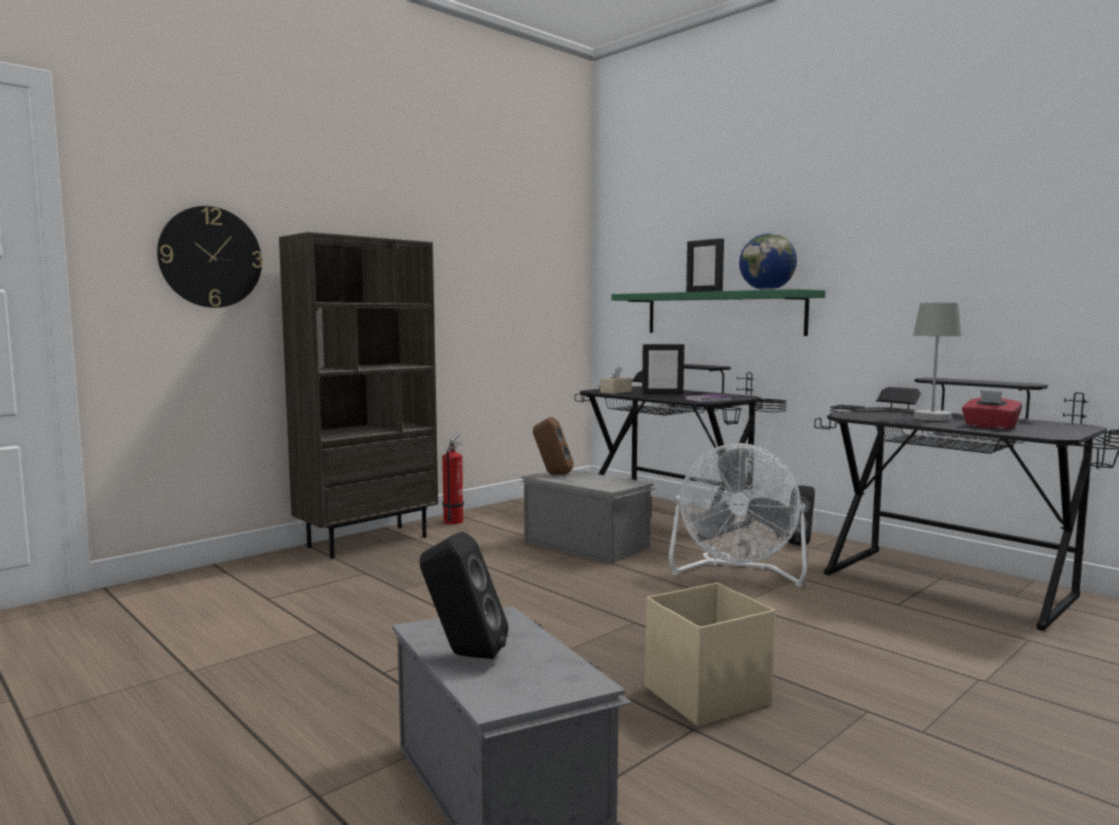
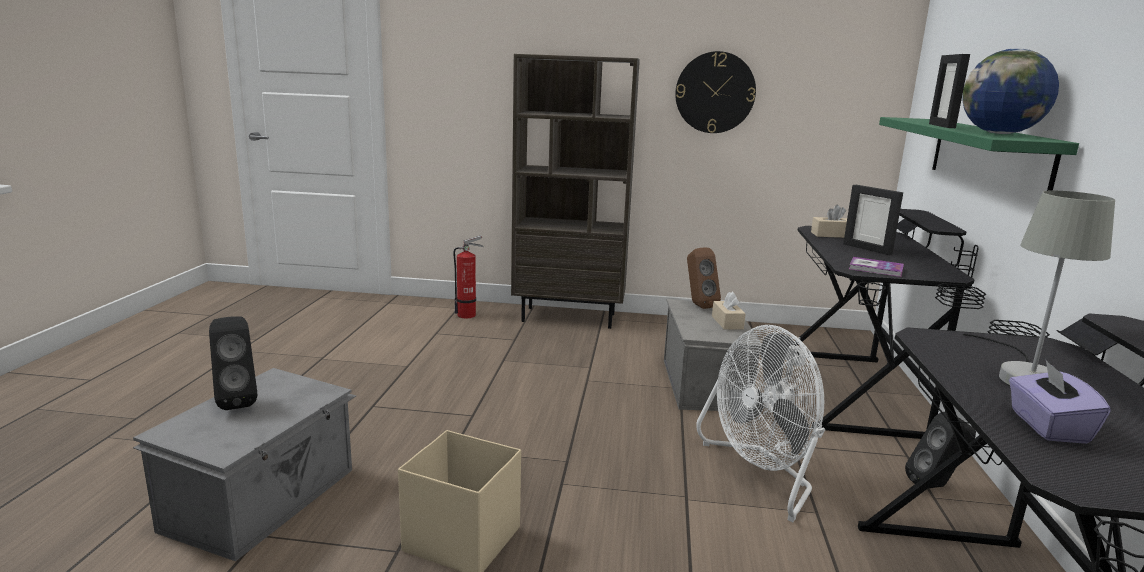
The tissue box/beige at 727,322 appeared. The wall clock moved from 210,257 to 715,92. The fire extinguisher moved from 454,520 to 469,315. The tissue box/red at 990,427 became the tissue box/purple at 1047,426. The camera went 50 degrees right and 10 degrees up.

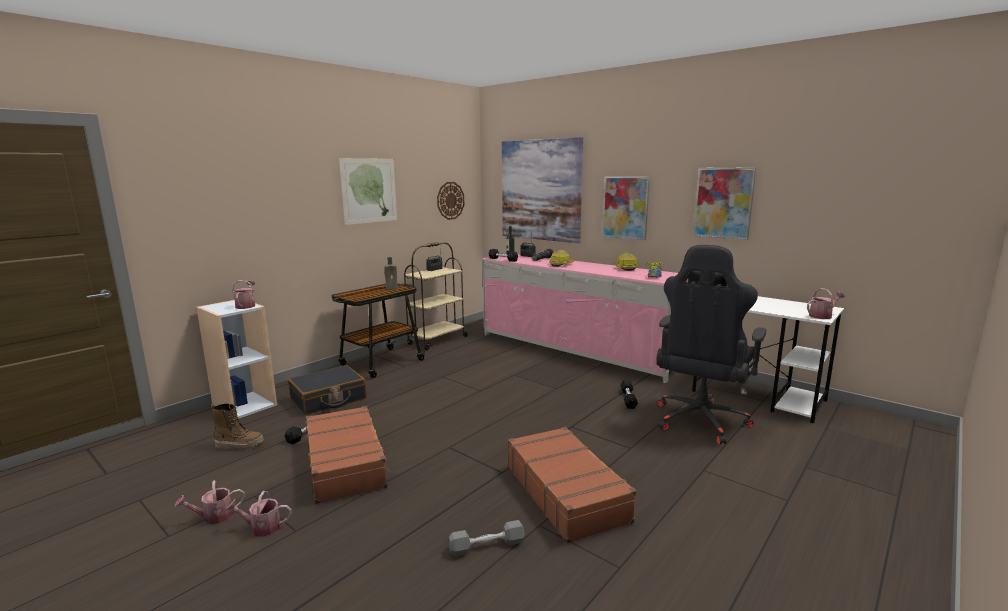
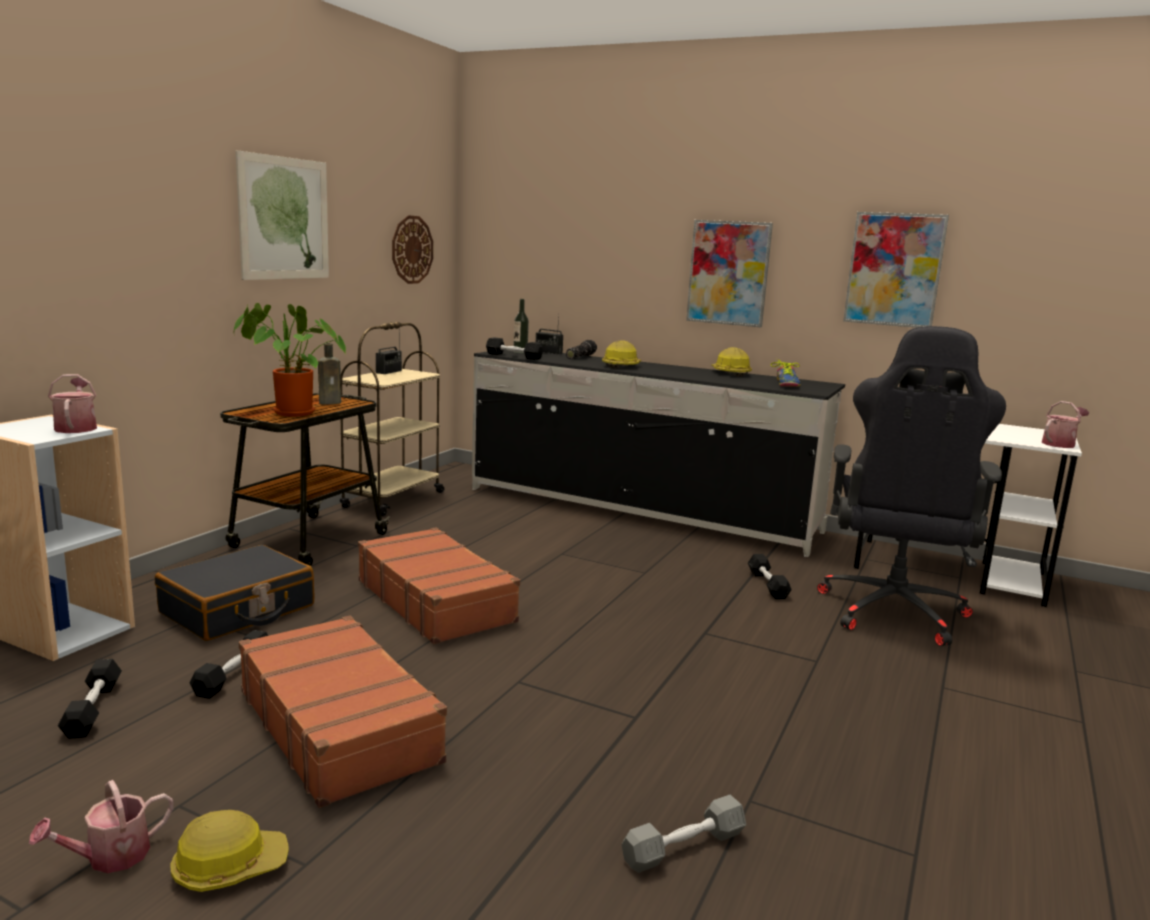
The picture at 540,190 disappeared. The potted plant at 289,413 appeared. The suitcase/brown moved from 566,493 to 436,601. The boot at 239,445 was replaced by the dumbbell/black at 93,709. The watering can at 262,527 was replaced by the hard hat at 229,866. The cabinet/pink at 575,349 became the cabinet/black at 639,509. The camera went 15 degrees left and 0 degrees up.

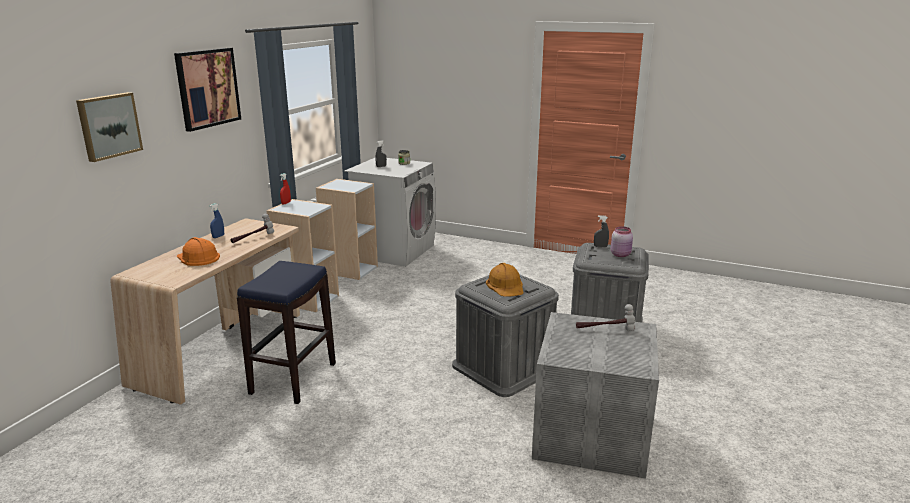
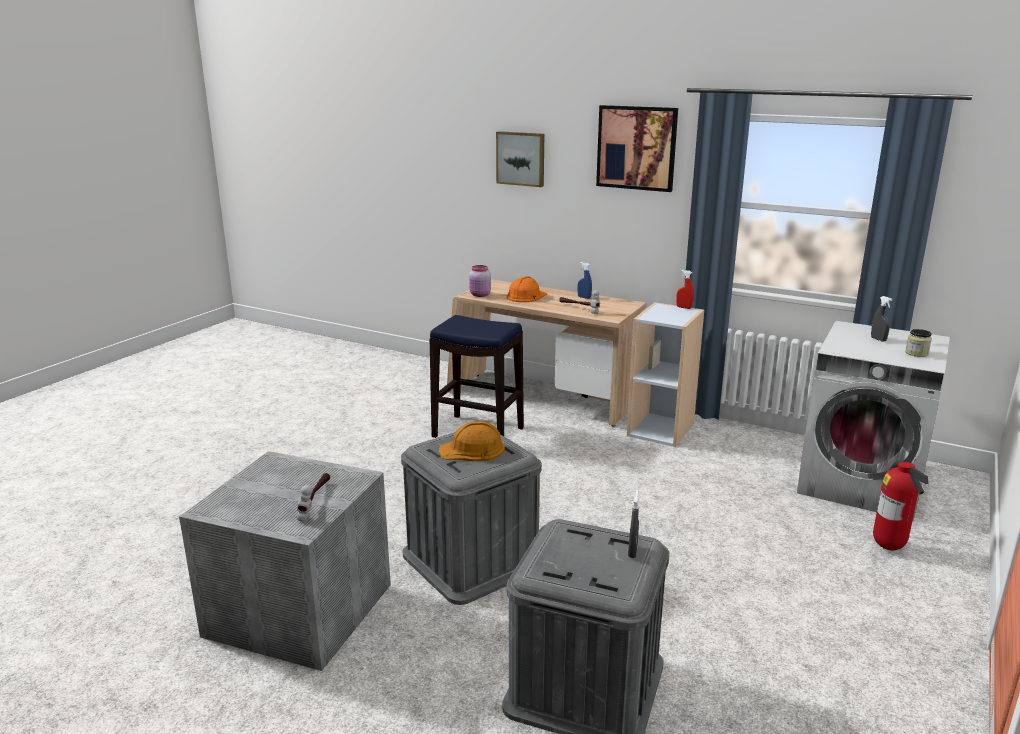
The bookcase at 350,269 disappeared. The fire extinguisher at 889,547 appeared. The jar/pink moved from 621,254 to 480,295. The camera went 95 degrees right and 0 degrees up.

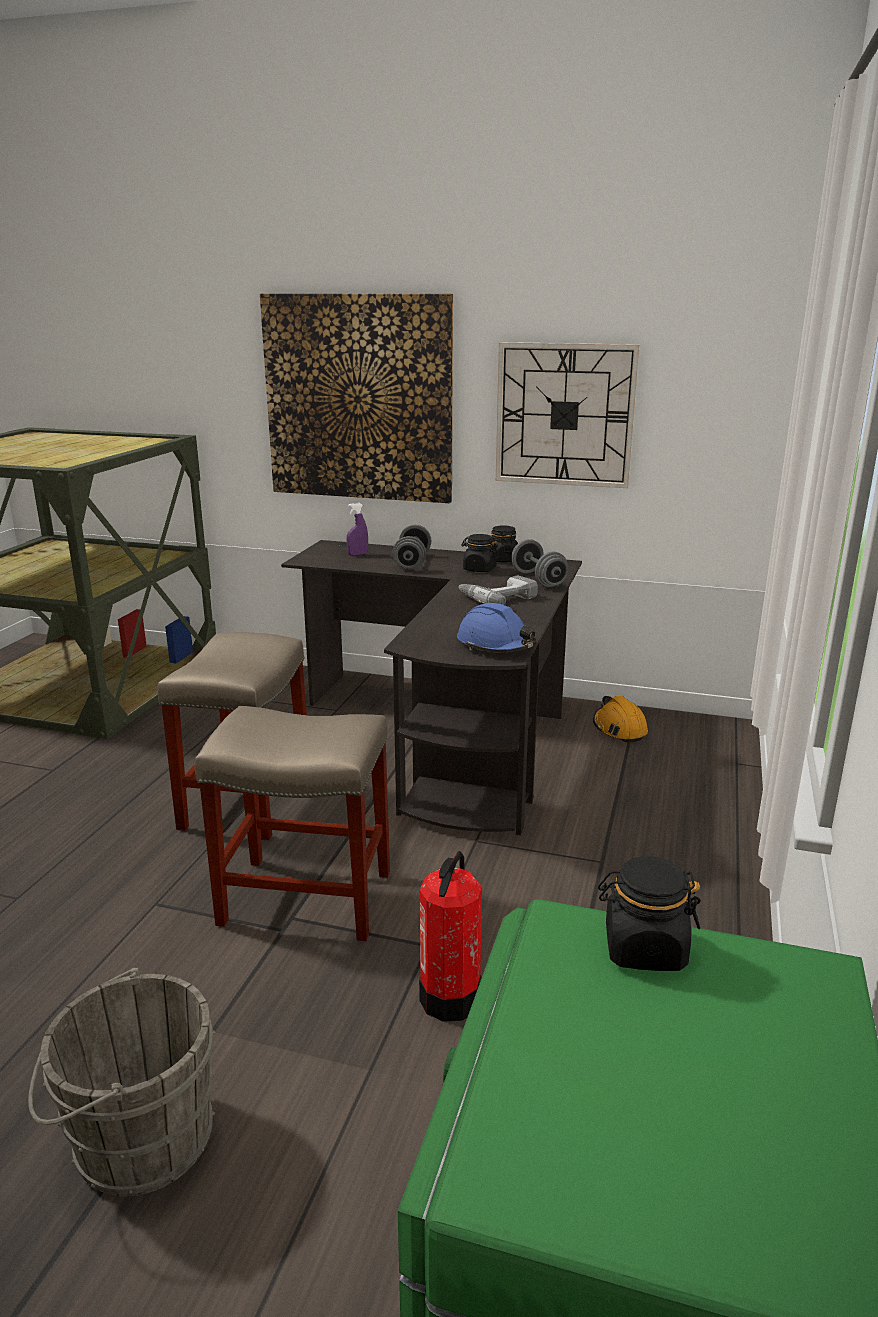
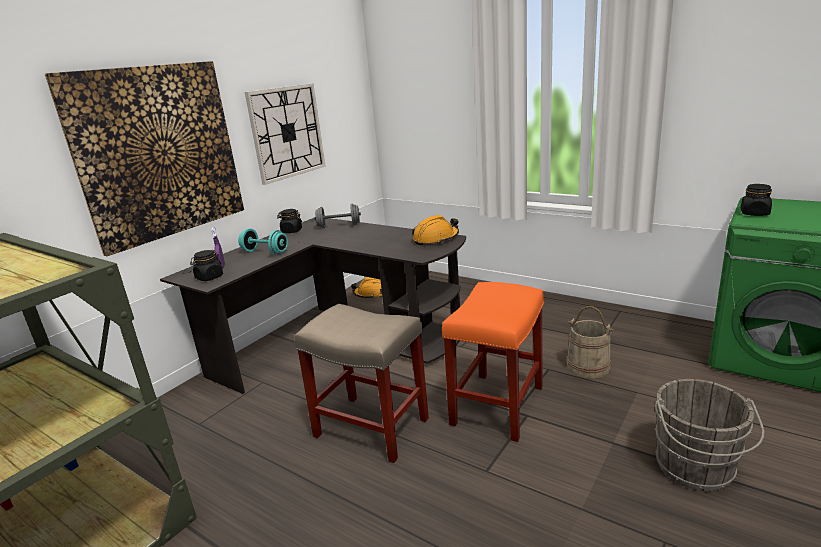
The power drill at 497,597 disappeared. The jar/black moved from 479,569 to 209,277. The fire extinguisher at 451,998 was replaced by the bucket/beige at 588,366. The stool/beige at 303,898 became the stool/orange at 497,406. The dumbbell/grey at 412,562 became the dumbbell/turquoise at 265,252. The hard hat/blue at 496,645 became the hard hat/orange at 436,239. The camera went 70 degrees left and 0 degrees up.

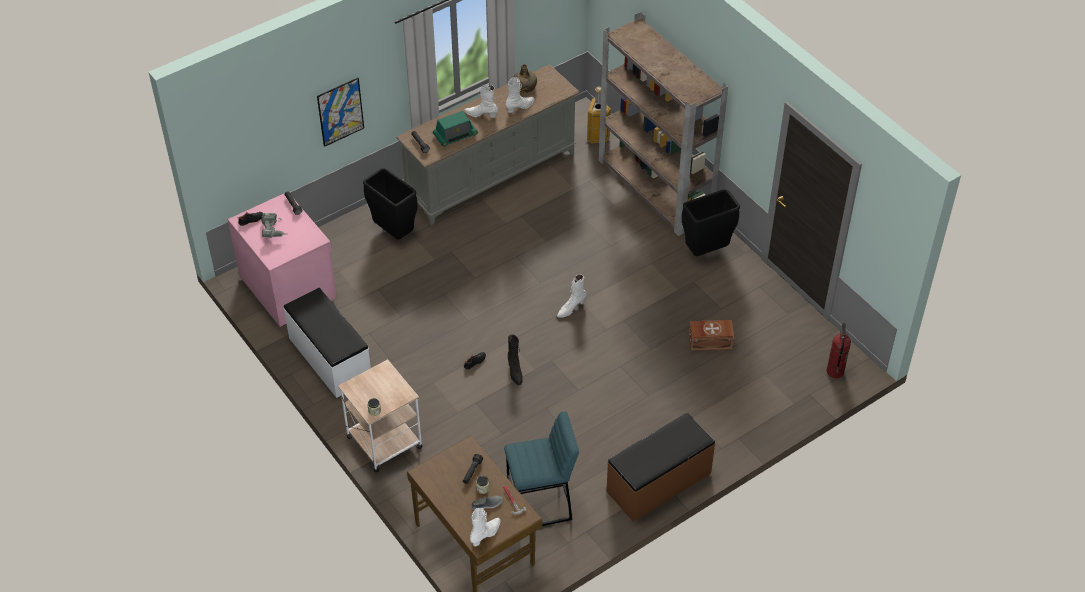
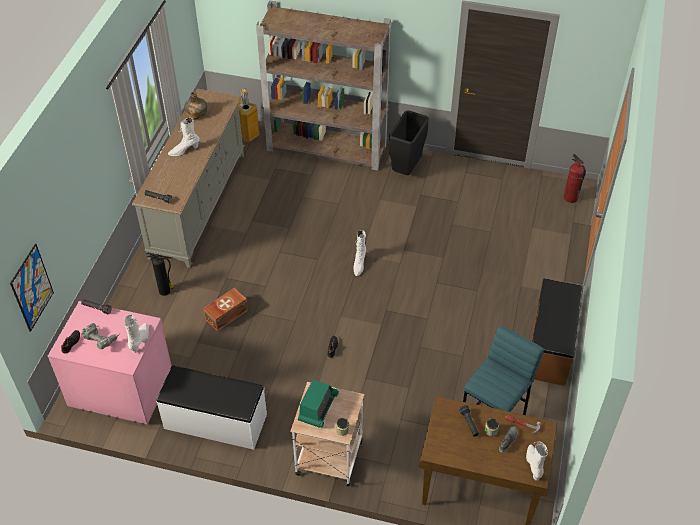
The boot/black at 515,371 disappeared. The picture moved from 340,112 to 32,288. The radio moved from 455,135 to 318,408. The boot/white moved from 520,107 to 140,340. The storage box/brown moved from 709,341 to 226,315. The trash can/black at 393,233 was replaced by the fire extinguisher at 165,291. The camera went 40 degrees left and 0 degrees up.

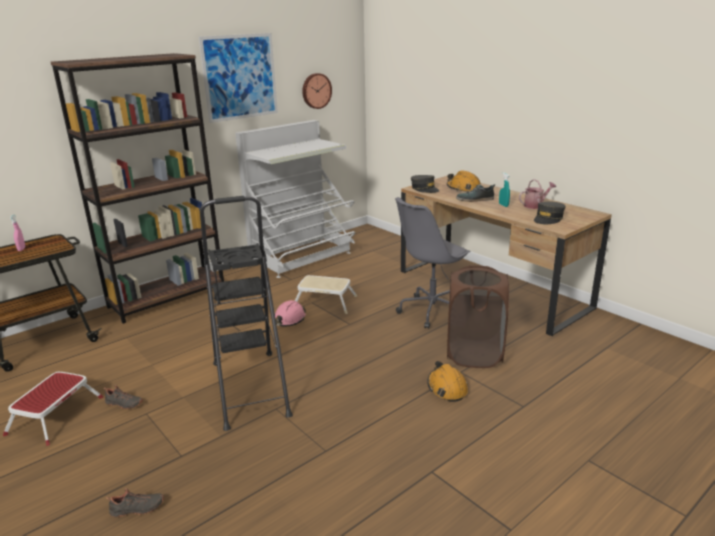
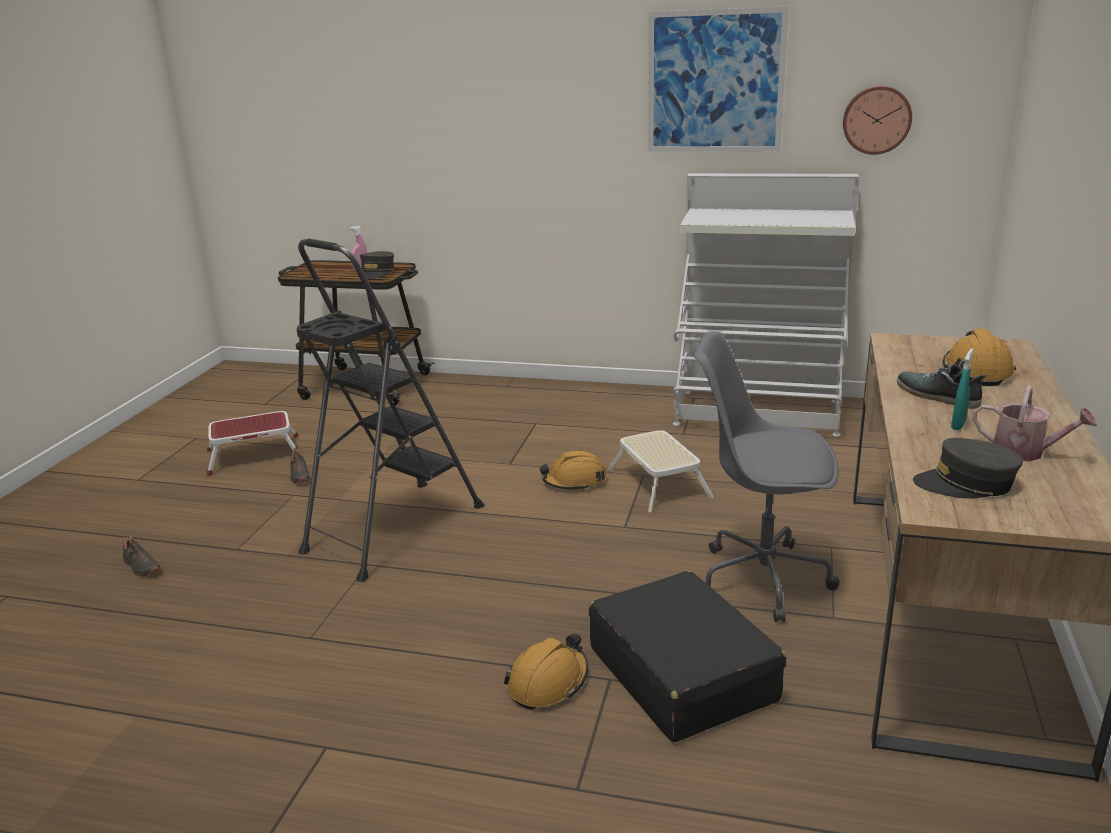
The bookcase/brown at 167,298 disappeared. The cap/grey moved from 424,189 to 377,273. The laundry basket/brown at 473,354 was replaced by the suitcase/black at 682,673. The hard hat/pink at 289,320 became the hard hat/orange at 574,481. The camera went 55 degrees right and 0 degrees up.

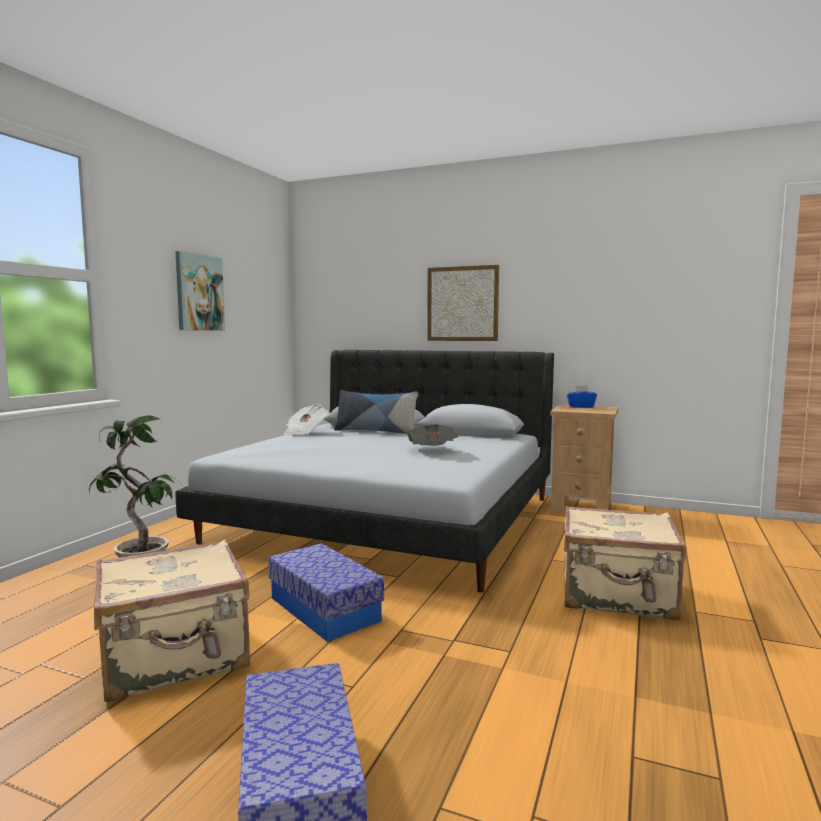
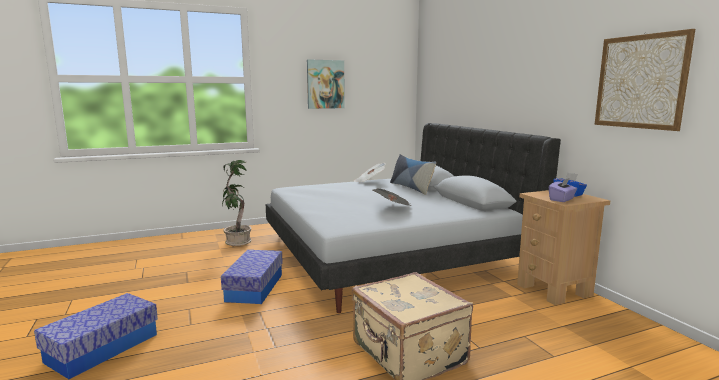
The suitcase/beige at 176,658 disappeared. The tissue box/purple at 561,199 appeared. The picture moved from 462,303 to 640,80. The camera went 45 degrees right and 5 degrees up.

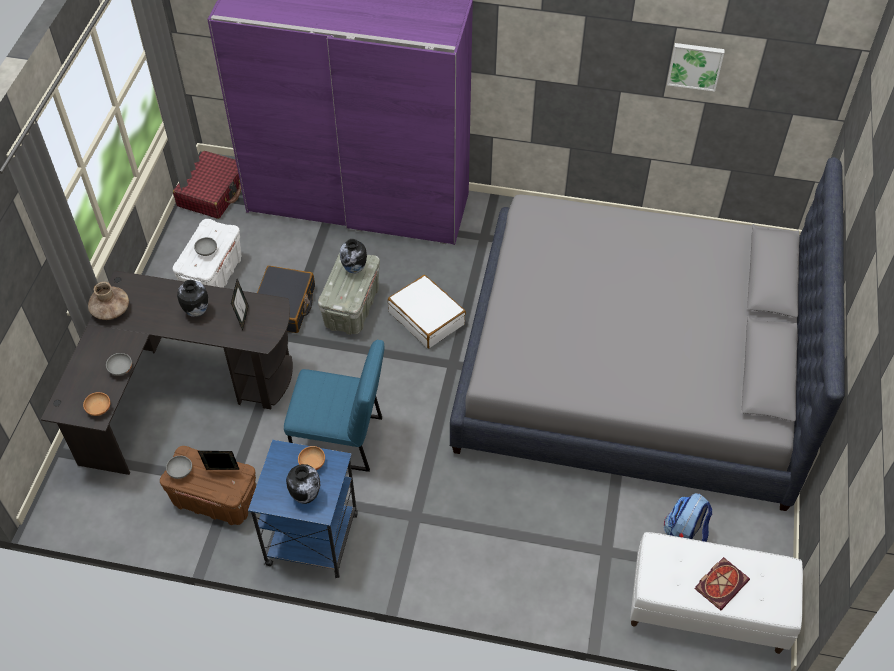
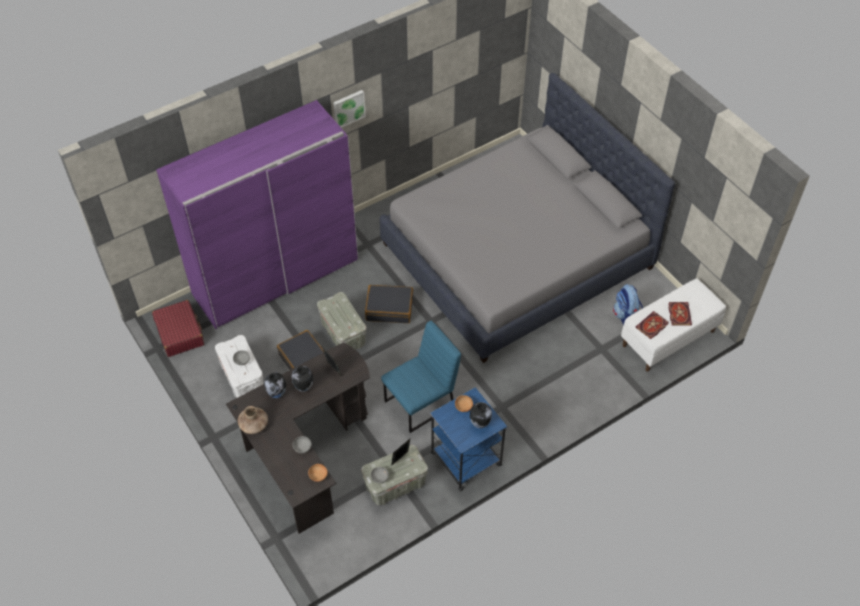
The book at 652,326 appeared. The vase moved from 354,269 to 277,394. The picture moved from 695,65 to 348,108. The storage box/brown at 214,500 became the storage box/grey at 395,485. The suitcase/white at 427,318 became the suitcase/black at 389,308. The camera went 45 degrees left and 0 degrees up.

